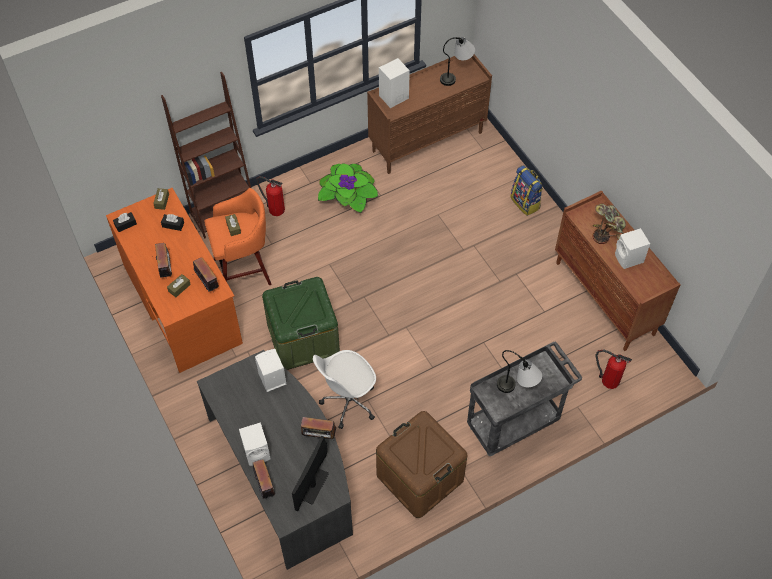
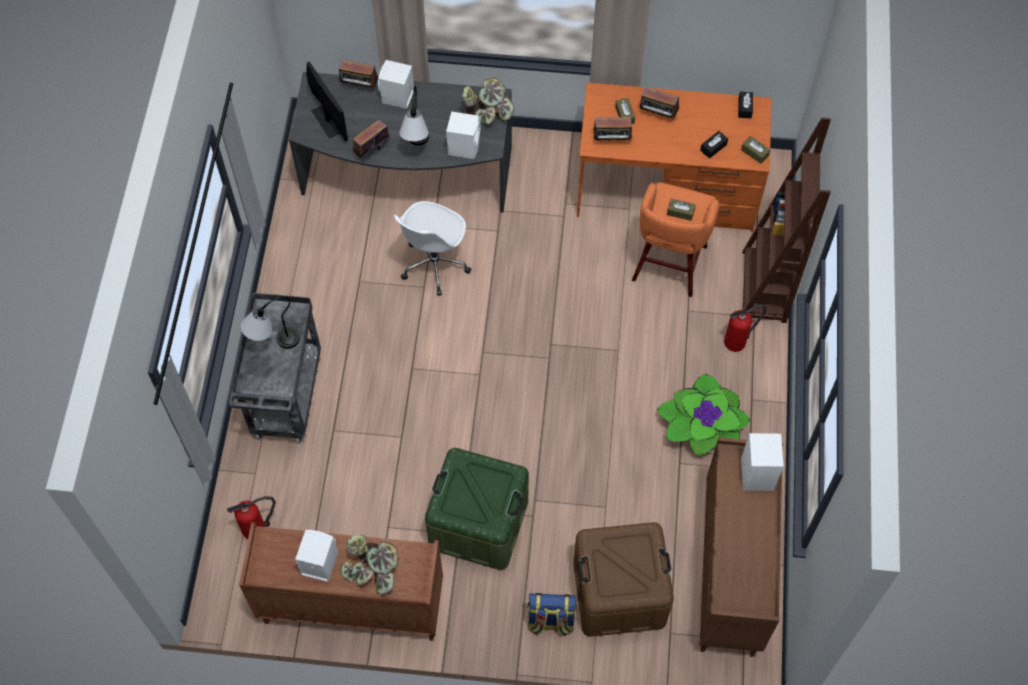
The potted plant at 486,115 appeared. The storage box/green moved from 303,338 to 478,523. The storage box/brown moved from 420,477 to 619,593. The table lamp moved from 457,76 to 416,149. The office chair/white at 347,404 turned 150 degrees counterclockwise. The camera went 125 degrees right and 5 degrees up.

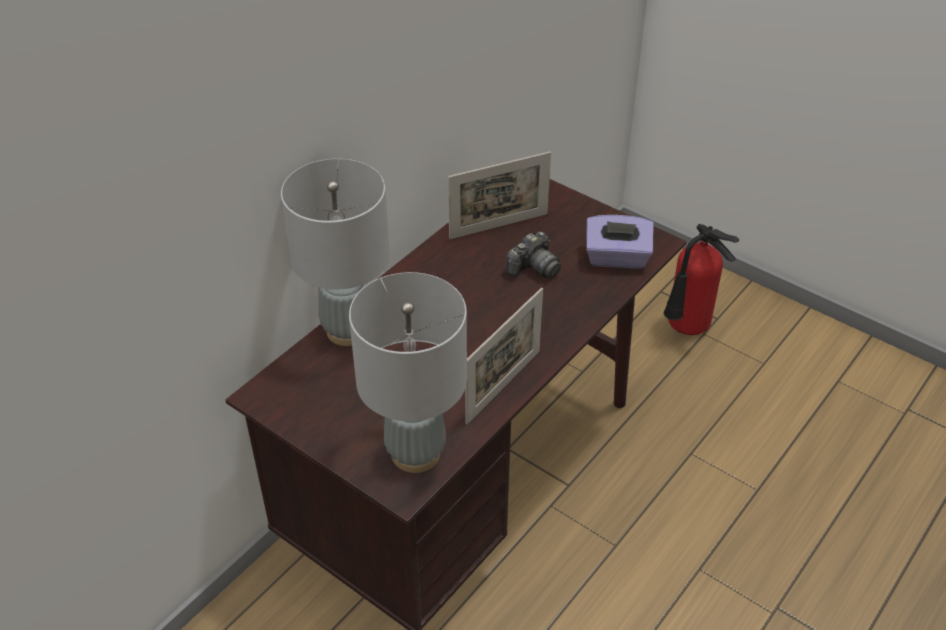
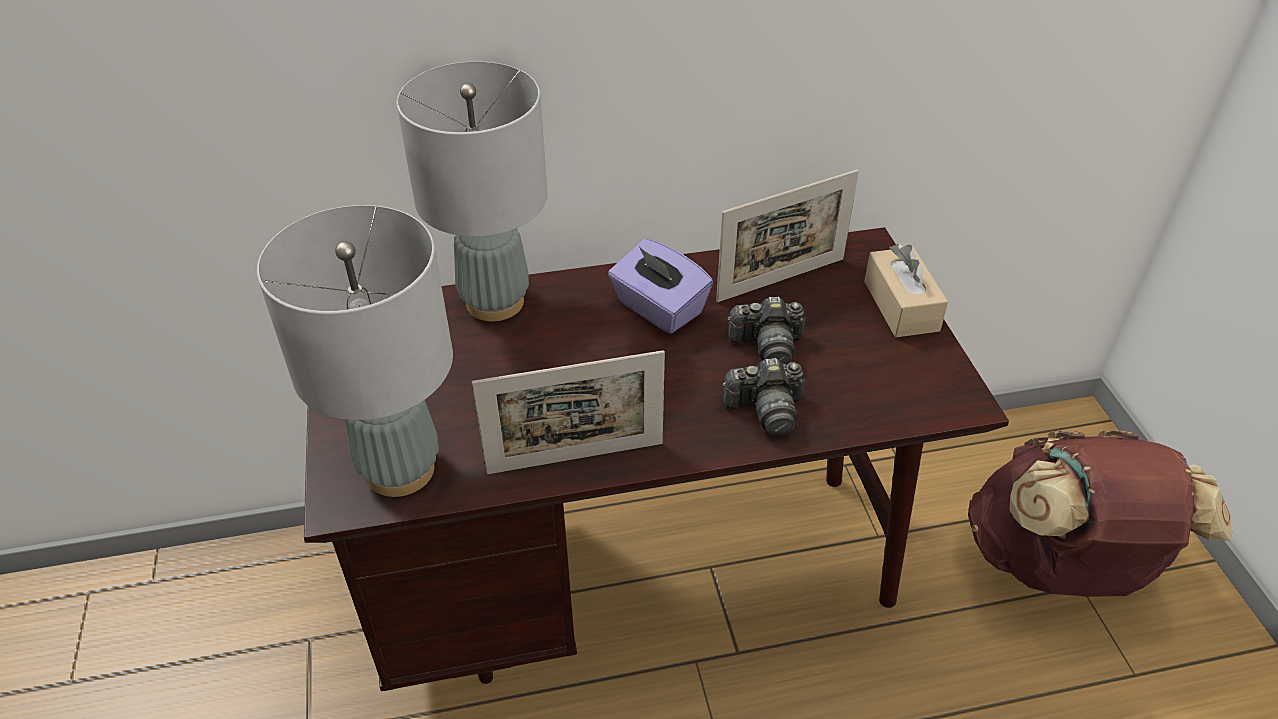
The photo camera at 765,410 appeared. The tissue box/beige at 901,306 appeared. The tissue box/purple moved from 617,258 to 658,308. The fire extinguisher at 685,330 was replaced by the backpack/brown at 1059,567. The picture frame at 498,226 turned 45 degrees counterclockwise. The camera went 40 degrees right and 0 degrees up.

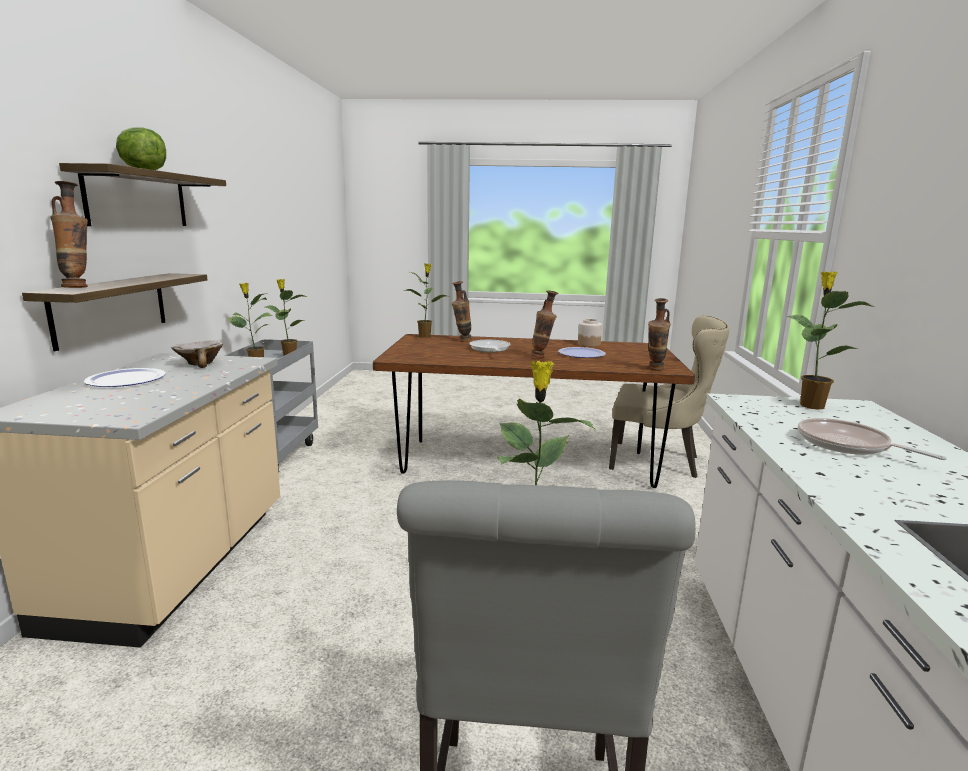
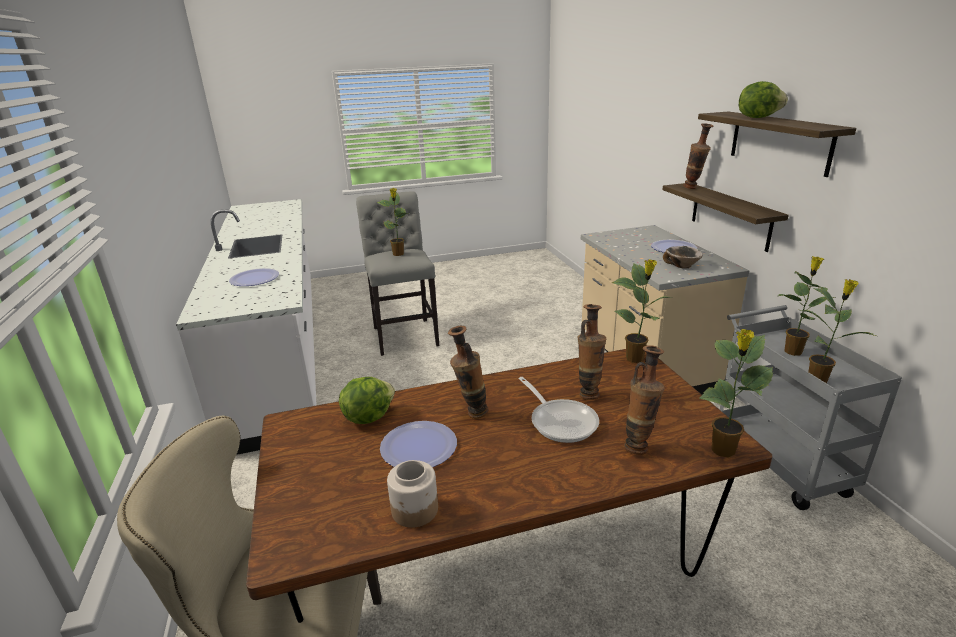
The lettuce at 368,416 appeared. The vase moved from 654,370 to 588,393. The potted plant moved from 810,405 to 635,359. The frying pan at 847,445 was replaced by the plate at 254,279. The camera went 160 degrees right and 10 degrees up.

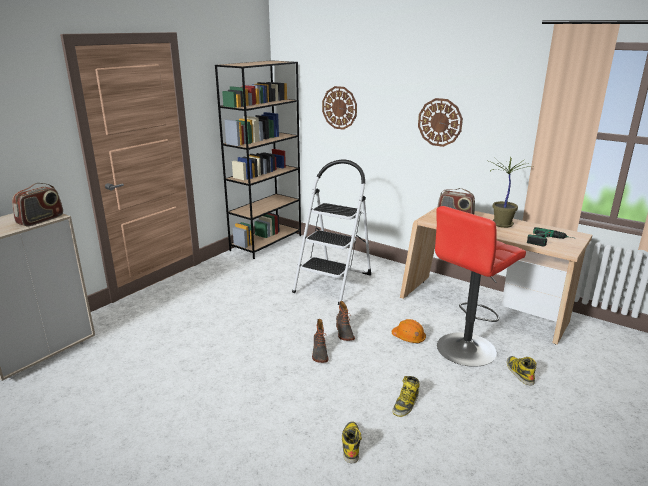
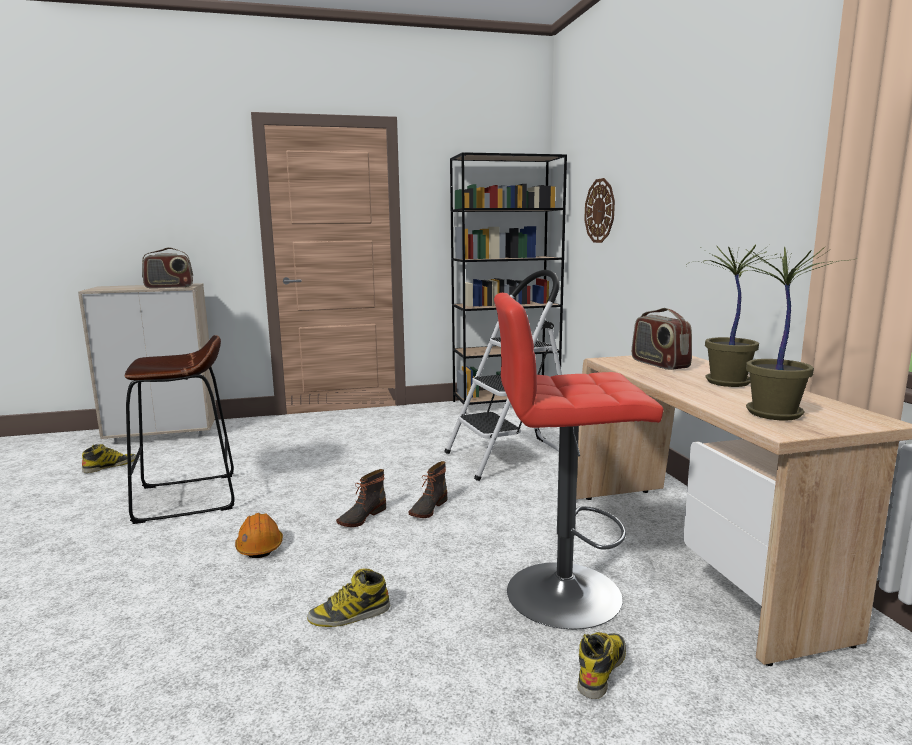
The wall clock at 440,122 disappeared. The stool/brown at 187,498 appeared. The boot moved from 351,444 to 110,466. The hard hat/orange moved from 408,337 to 260,546. The power drill at 550,241 was replaced by the potted plant at 773,414. The camera went 40 degrees right and 10 degrees down.

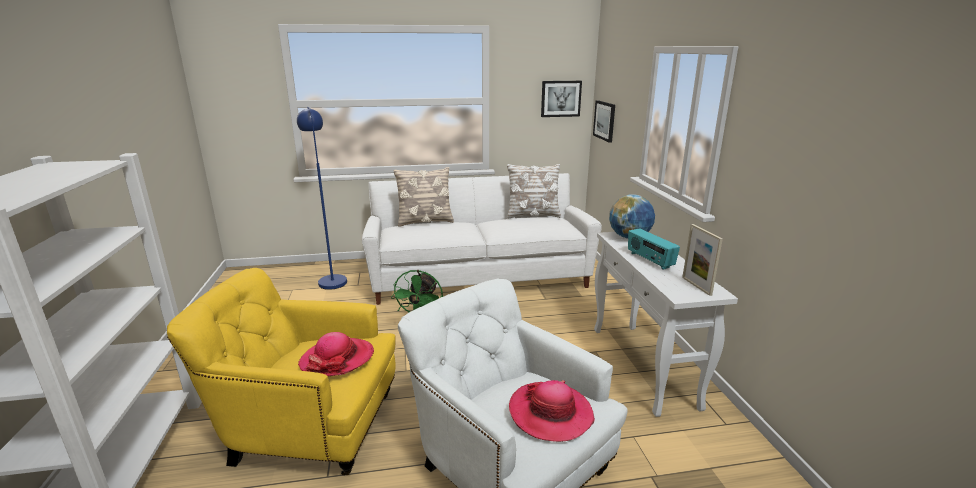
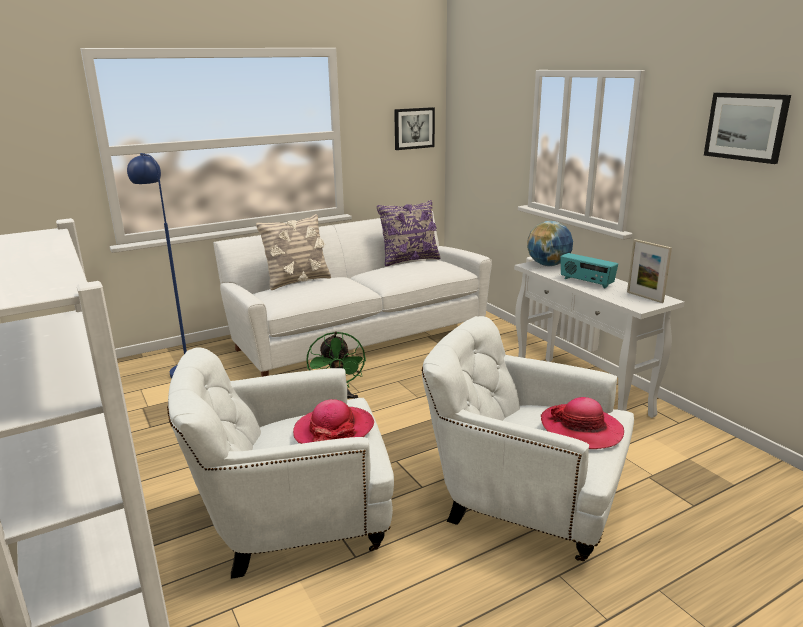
The picture moved from 604,120 to 746,127. The armchair/yellow at 307,427 became the armchair/white at 293,520. The pillow/white at 533,216 became the pillow/purple at 409,261. The camera went 20 degrees left and 0 degrees up.

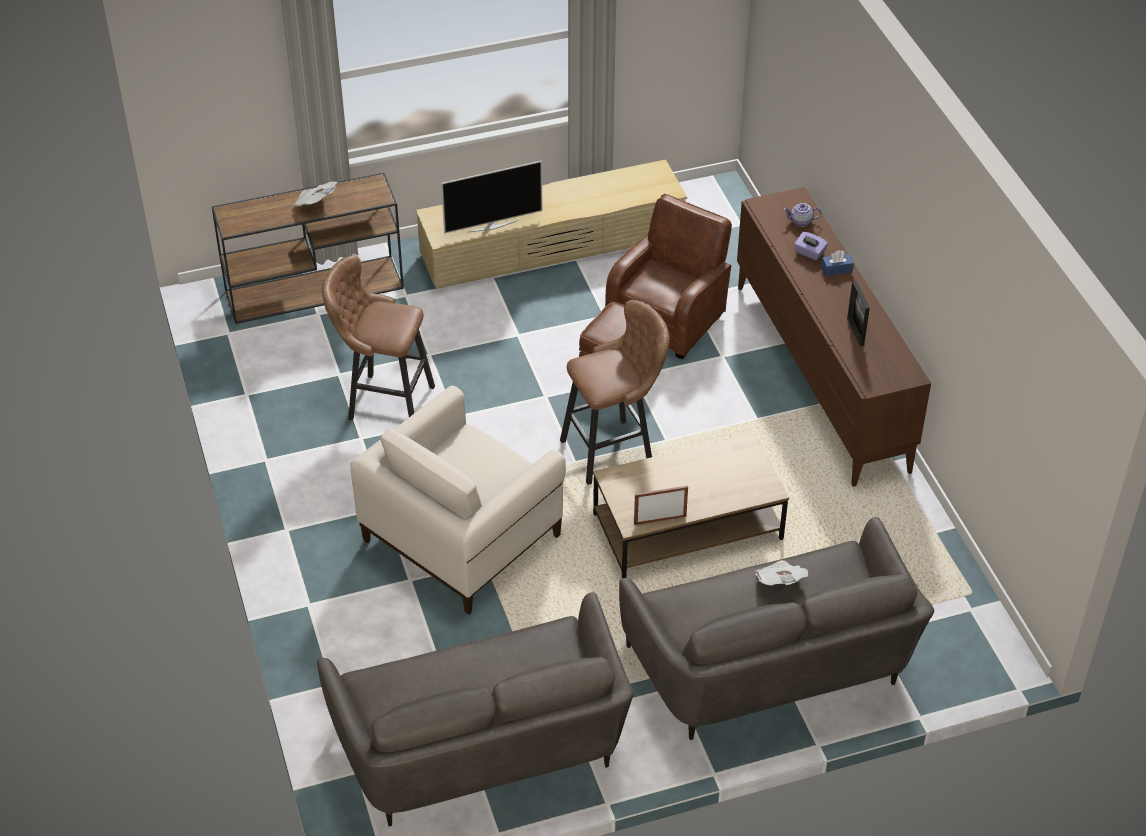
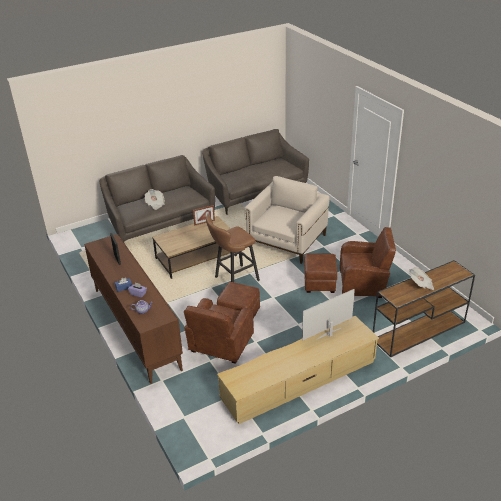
The stool/brown at 381,400 was replaced by the armchair/brown at 349,284. The camera went 170 degrees right and 10 degrees down.

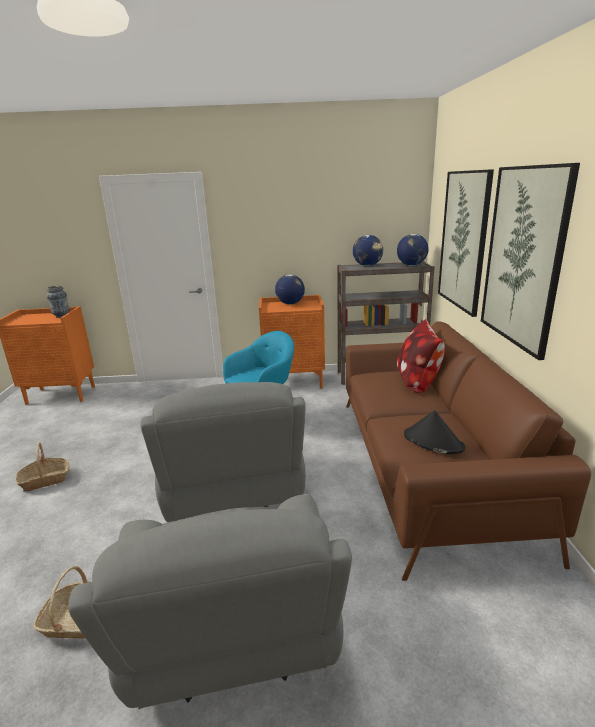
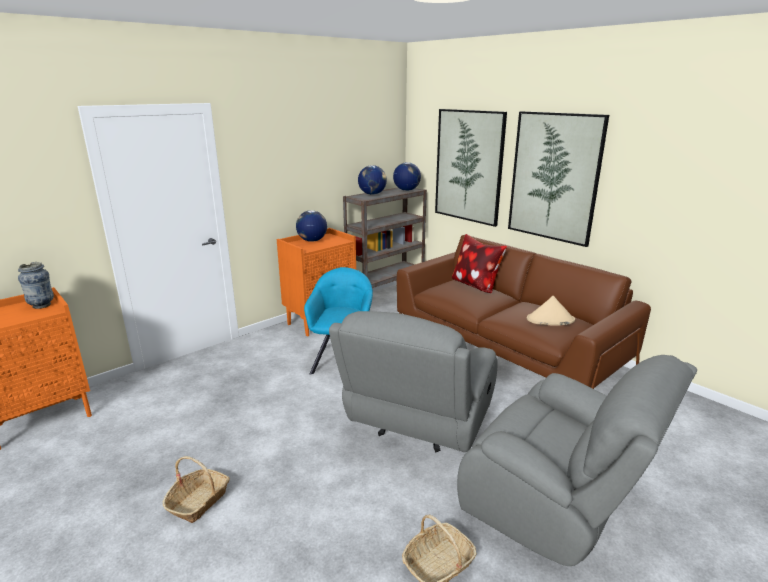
The hat/black at 433,441 became the hat/beige at 550,320. The armchair/grey at 234,499 turned 75 degrees clockwise. The camera went 40 degrees left and 0 degrees up.

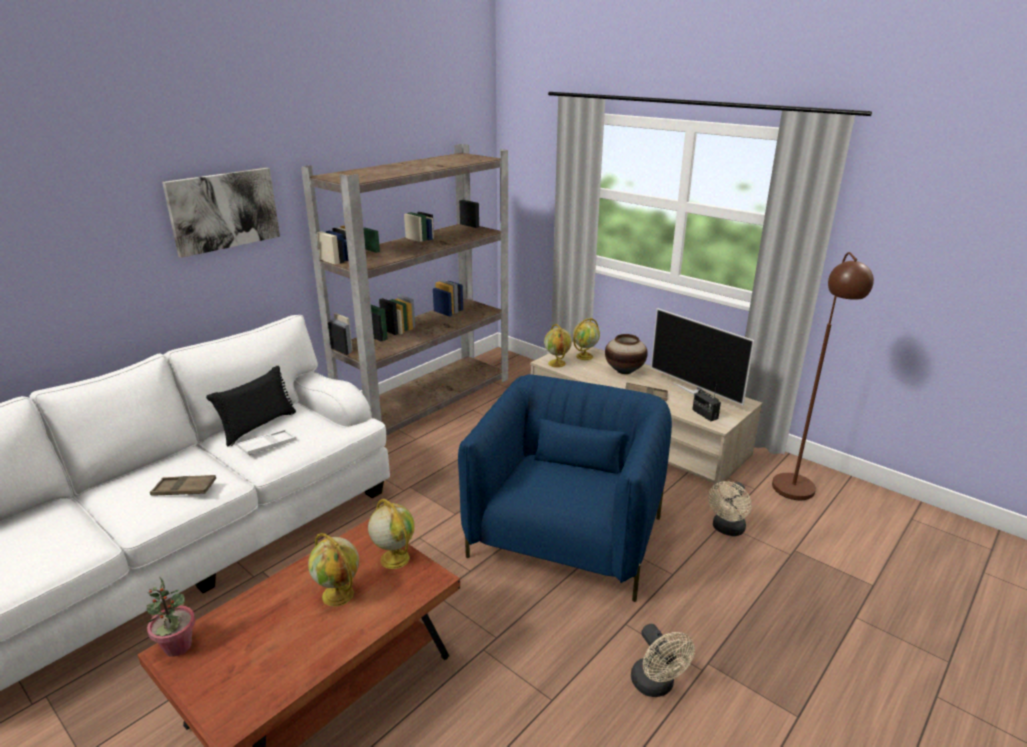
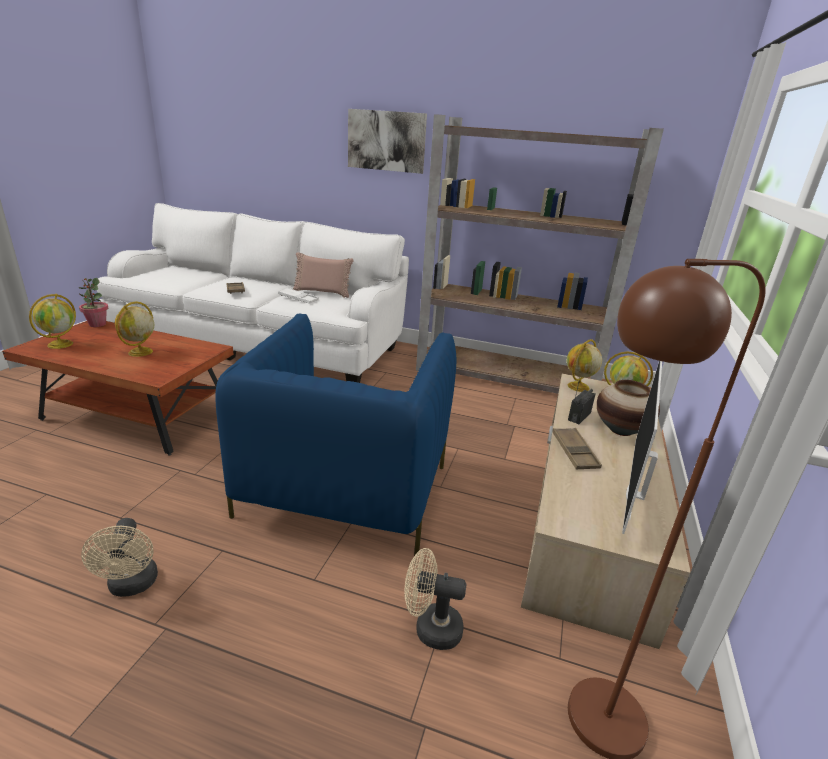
The globe moved from 394,558 to 61,344. The radio moved from 704,414 to 579,416. The pillow/black at 258,426 became the pillow/beige at 322,293. The armchair/blue at 567,537 turned 105 degrees clockwise. The fan/beige at 656,686 turned 60 degrees counterclockwise. The camera went 65 degrees right and 0 degrees up.

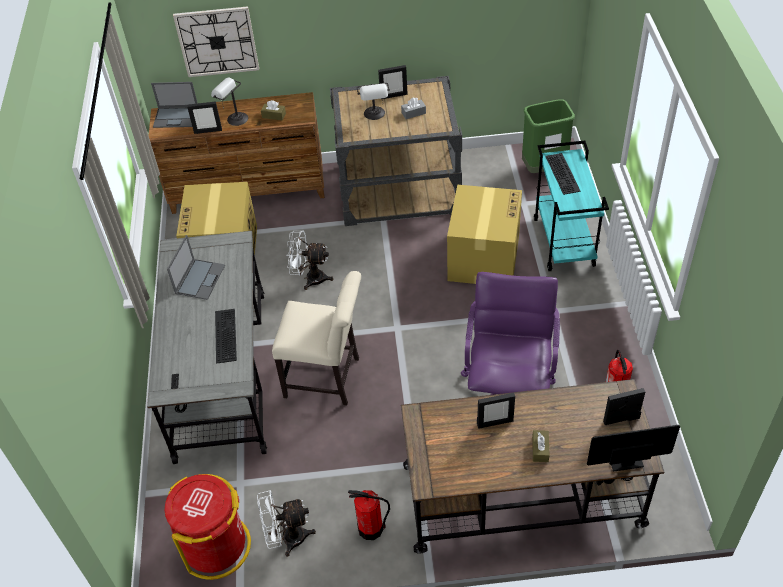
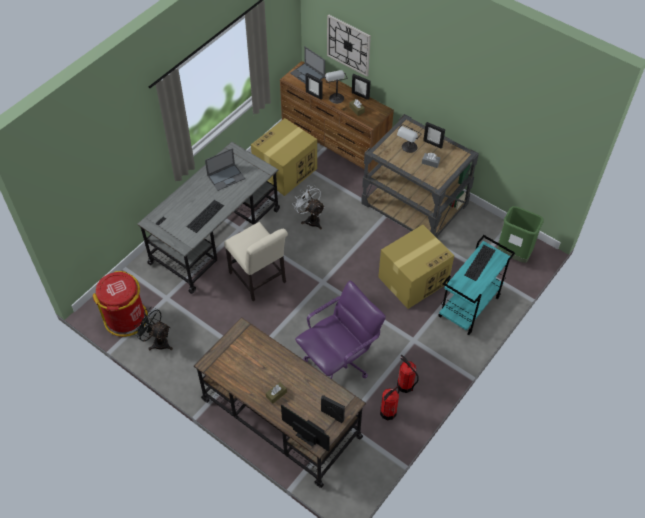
The fire extinguisher moved from 371,529 to 405,385. The picture frame moved from 495,422 to 360,95. The fan/white at 287,538 became the fan/black at 157,342. The camera went 40 degrees right and 5 degrees up.

